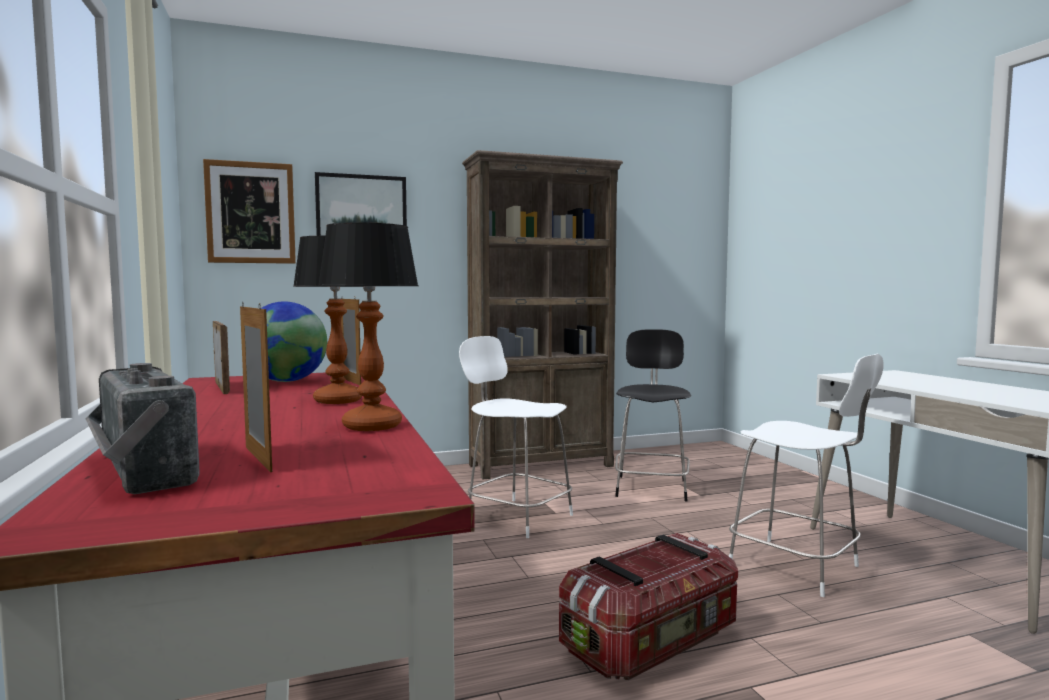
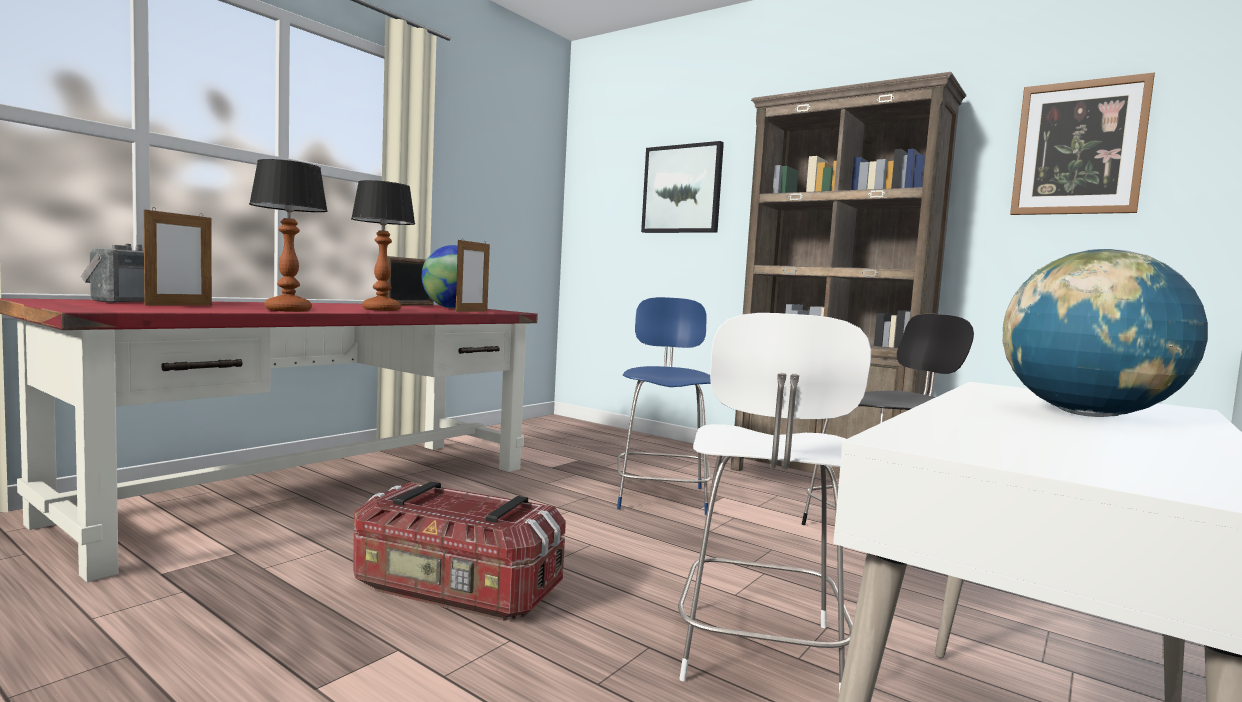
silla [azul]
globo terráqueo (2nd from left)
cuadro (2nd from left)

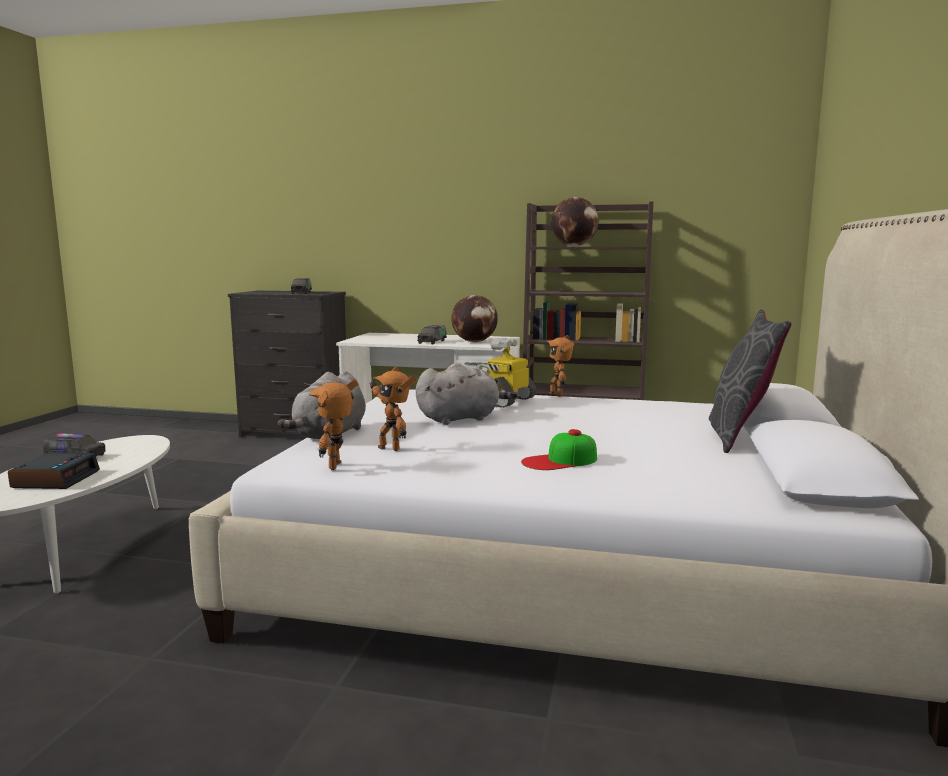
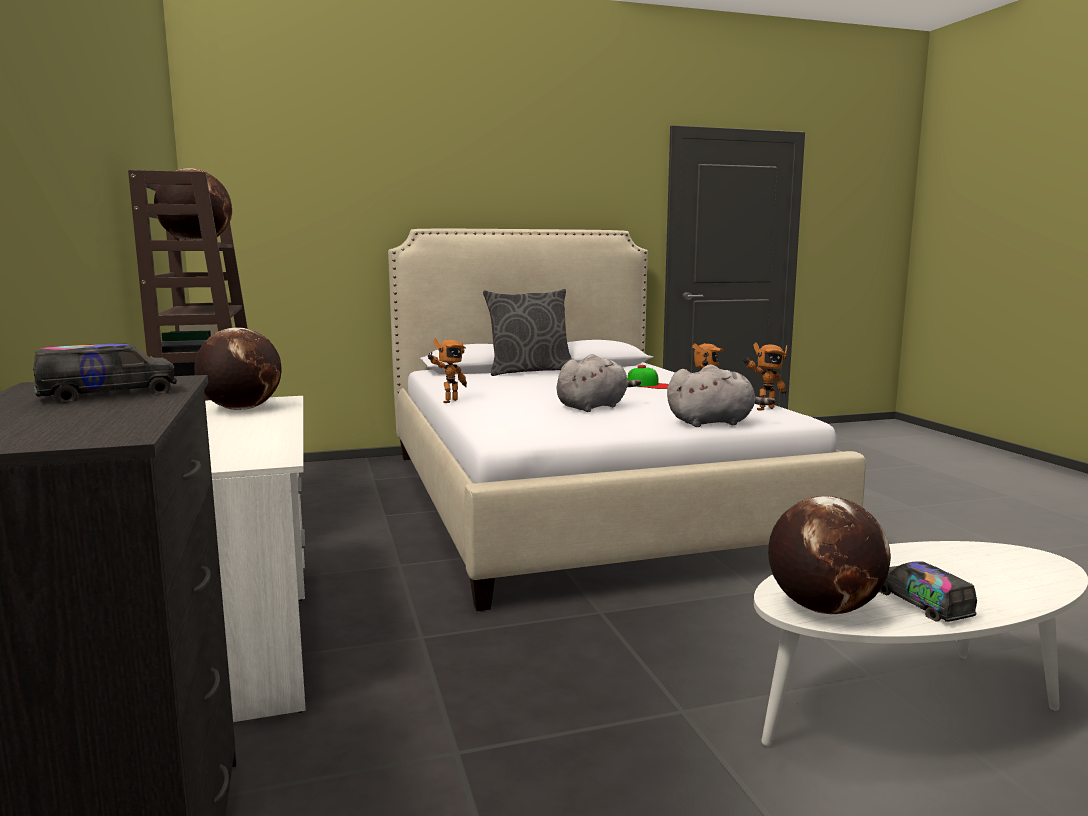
peluche [gris] (1st from left)
globo terráqueo (3rd from left)
despertador
camión de juguete (3rd from left in the first image)
robot de juguete (3rd from left in the first image)

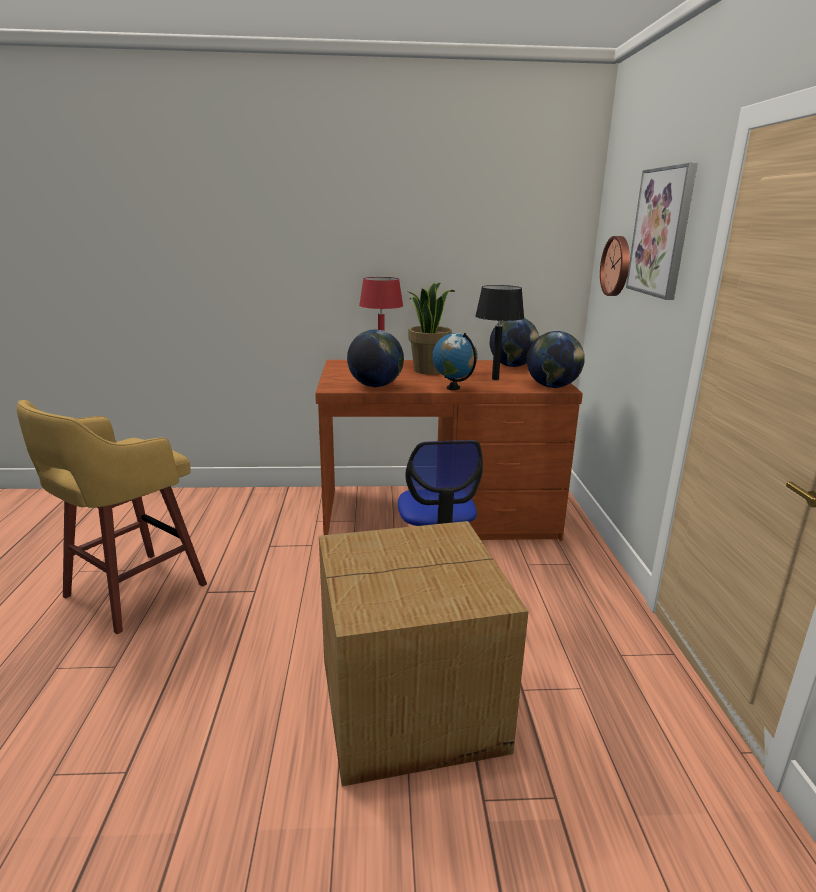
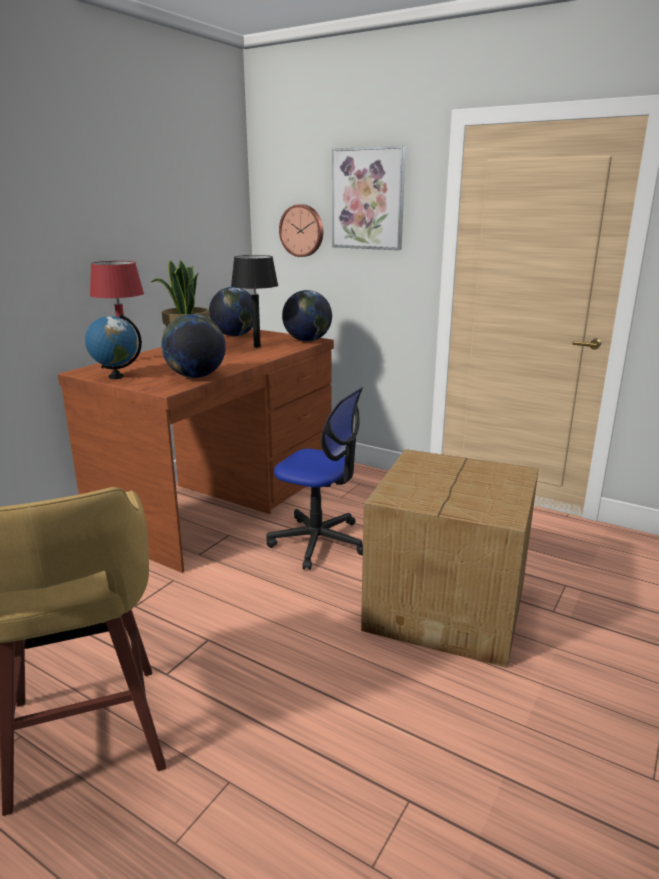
globo terráqueo (1st from left)

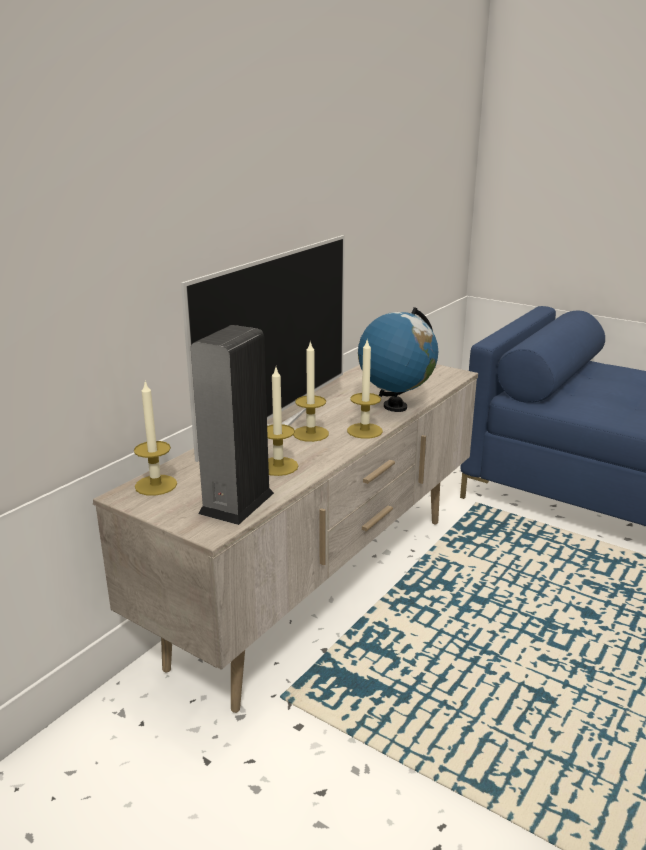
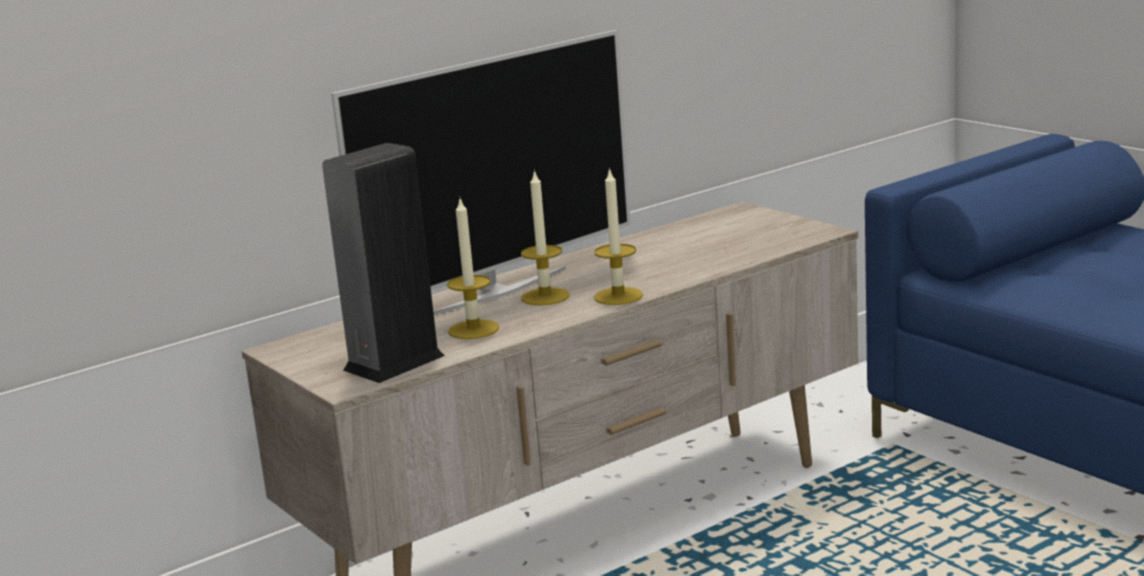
vela (1st from left in the first image)
globo terráqueo

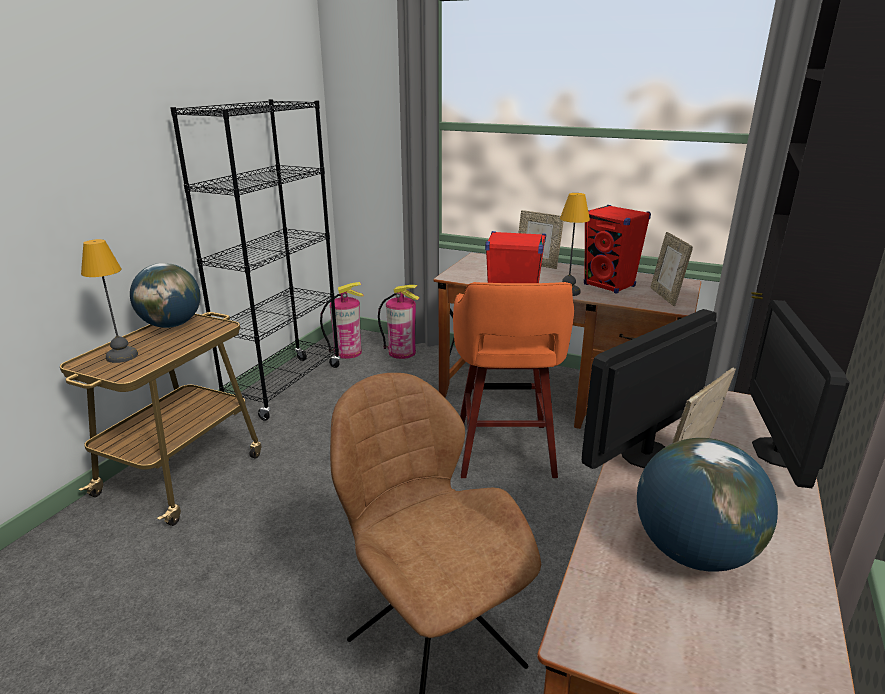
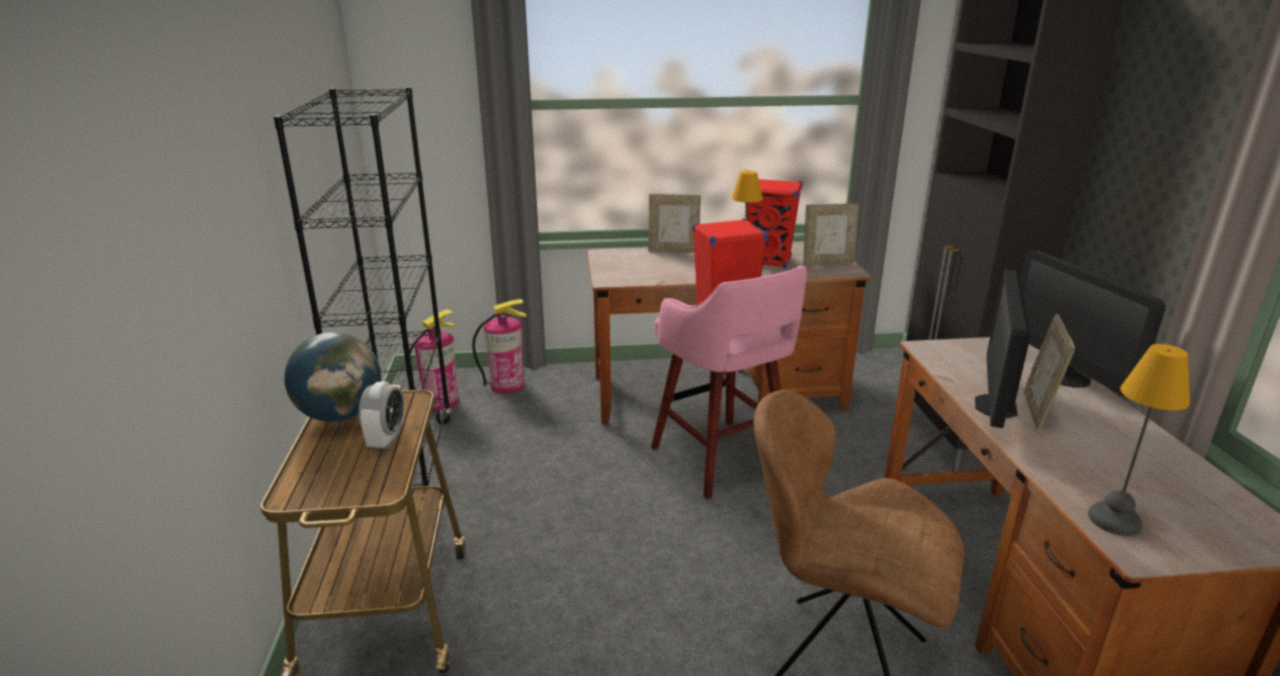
despertador
taburete [rosa]
portarretratos (2nd from left)
lámpara de mesa (2nd from left)
globo terráqueo (2nd from left in the first image)

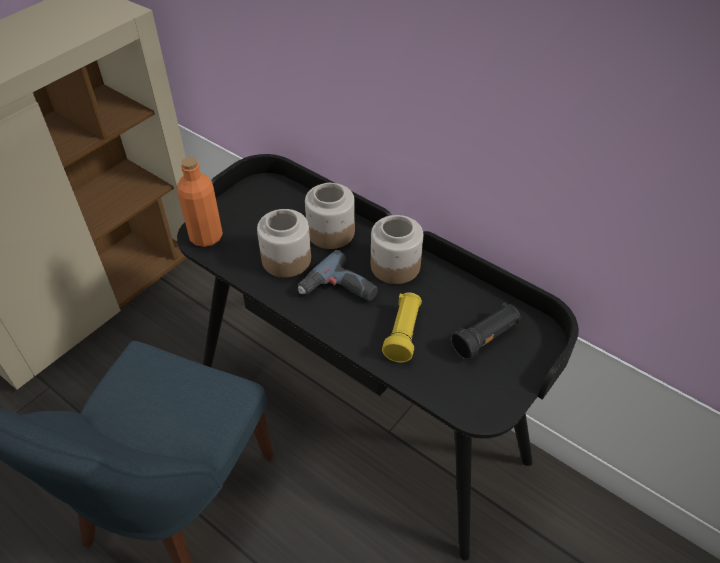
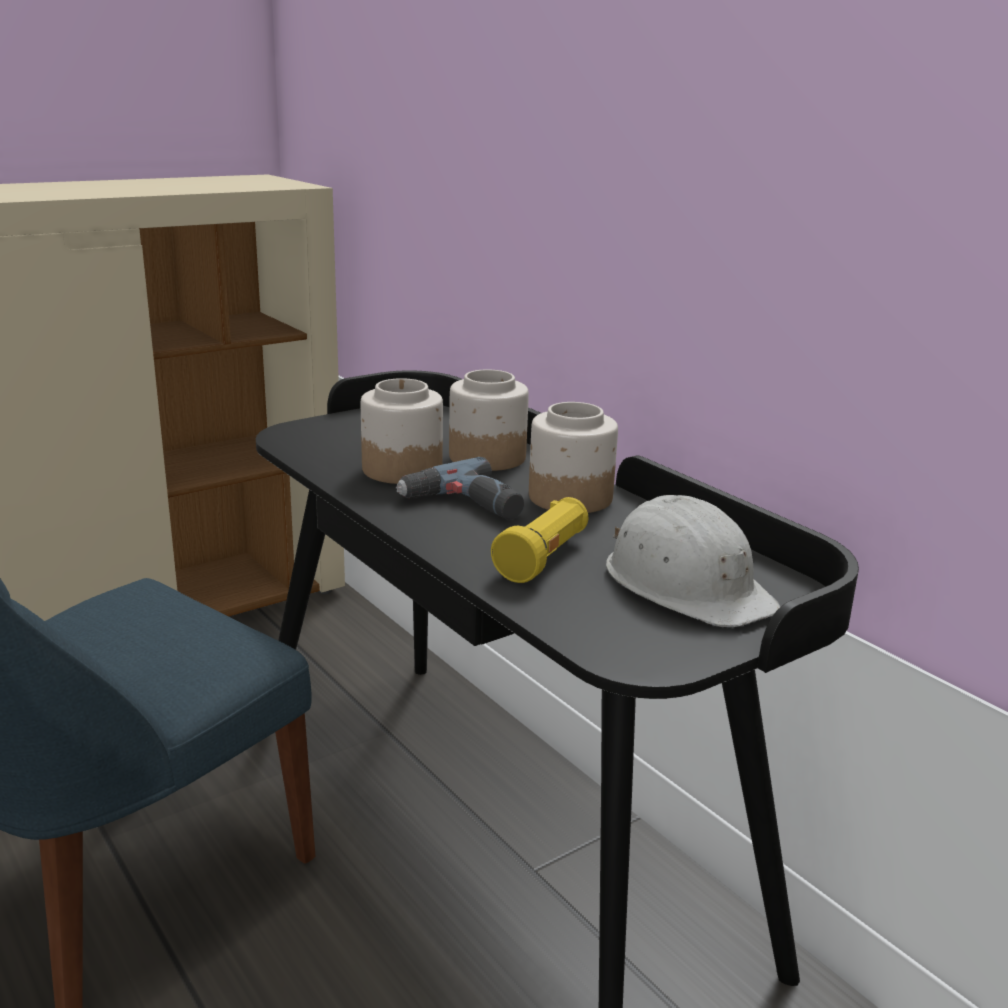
casco [blanco]
botella [naranja]

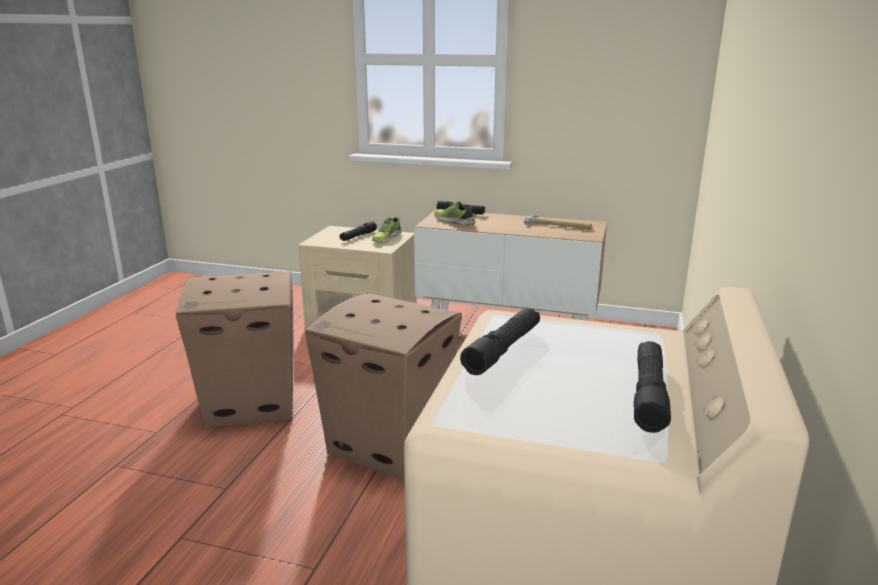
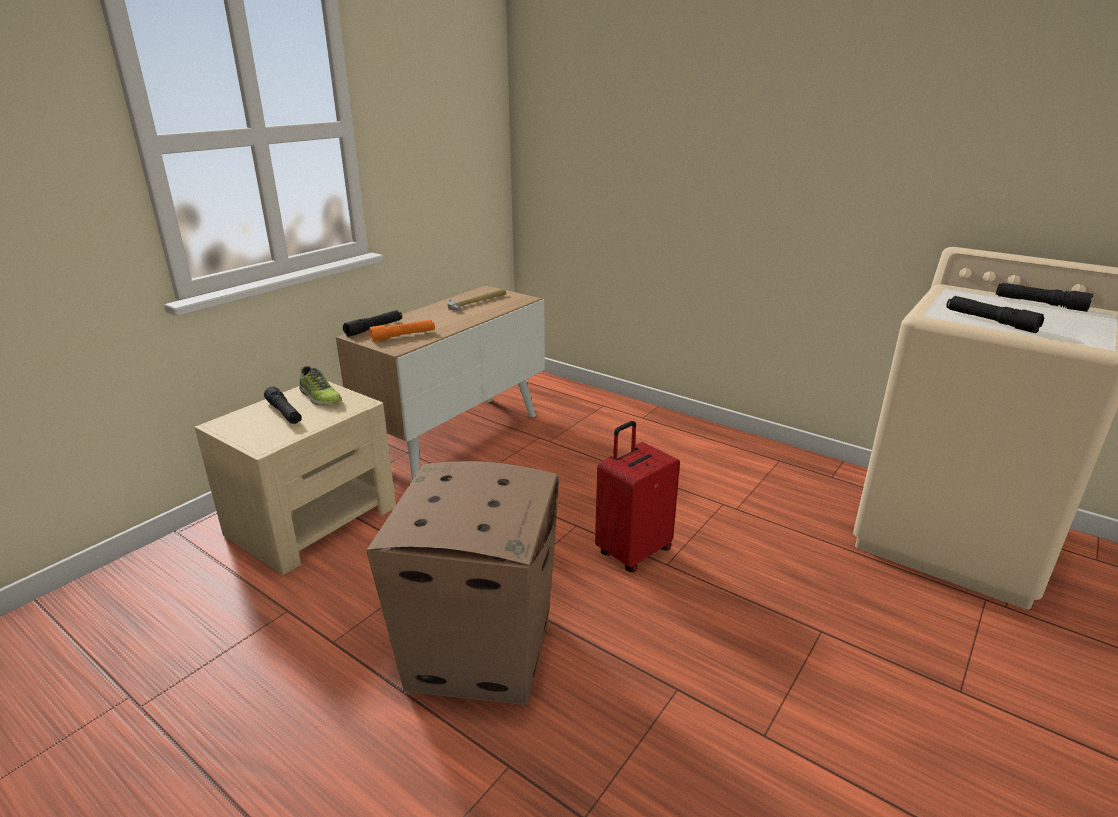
linterna [naranja]
maleta [rojo]

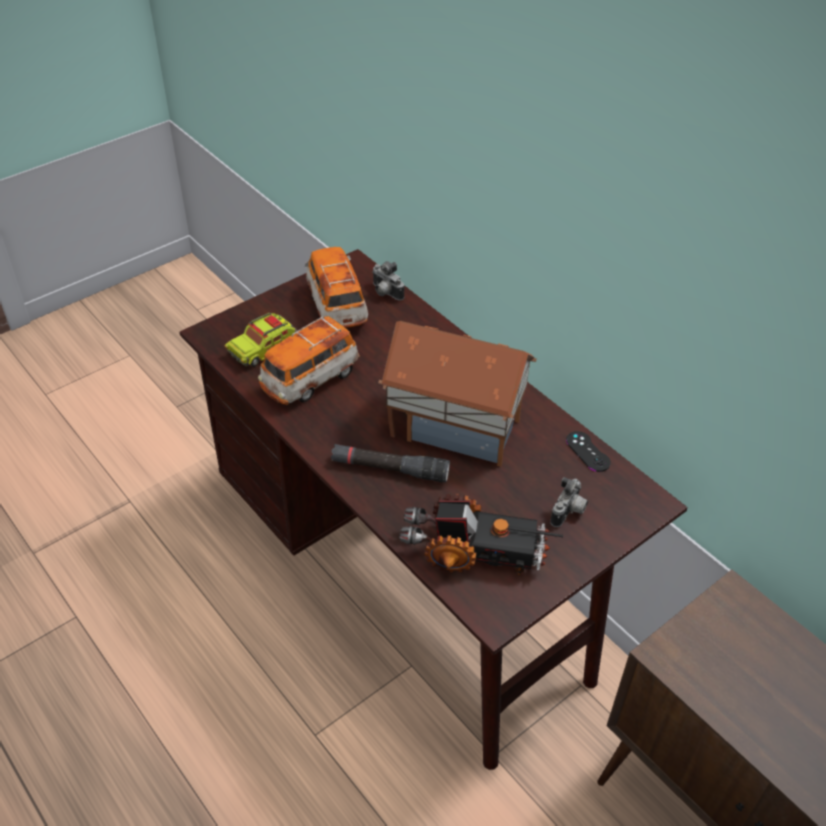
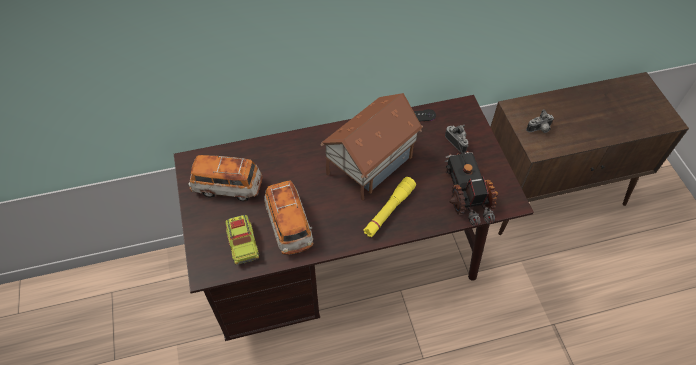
linterna [amarillo]
camión de juguete (2nd from left)
cámara (2nd from left)

